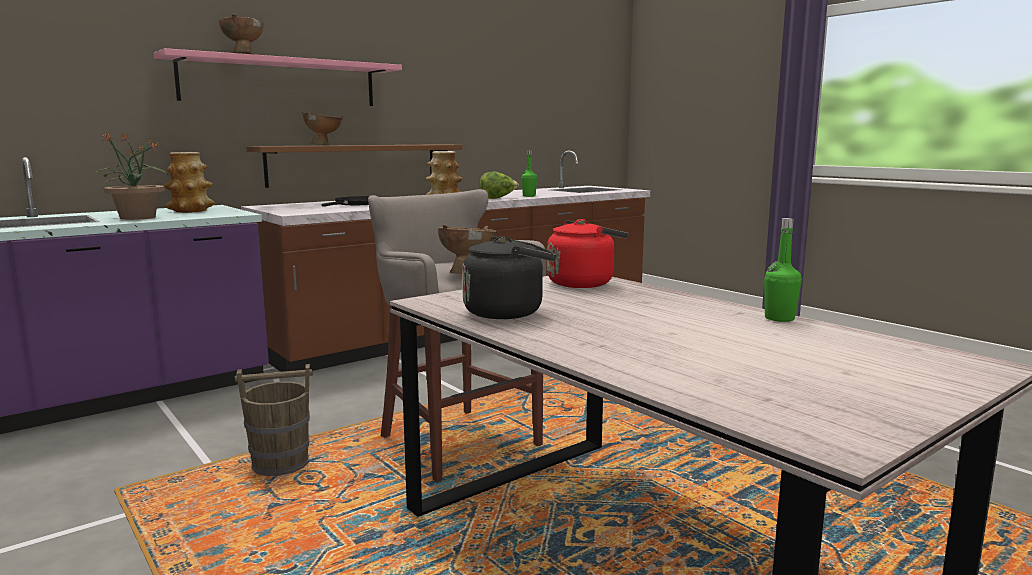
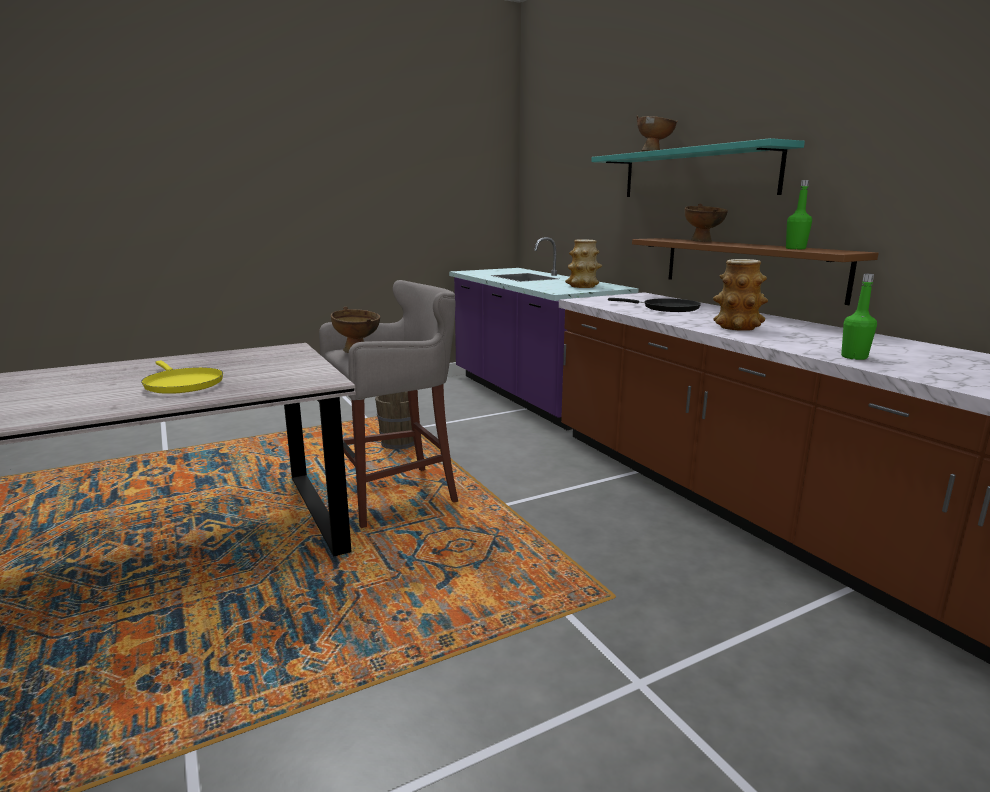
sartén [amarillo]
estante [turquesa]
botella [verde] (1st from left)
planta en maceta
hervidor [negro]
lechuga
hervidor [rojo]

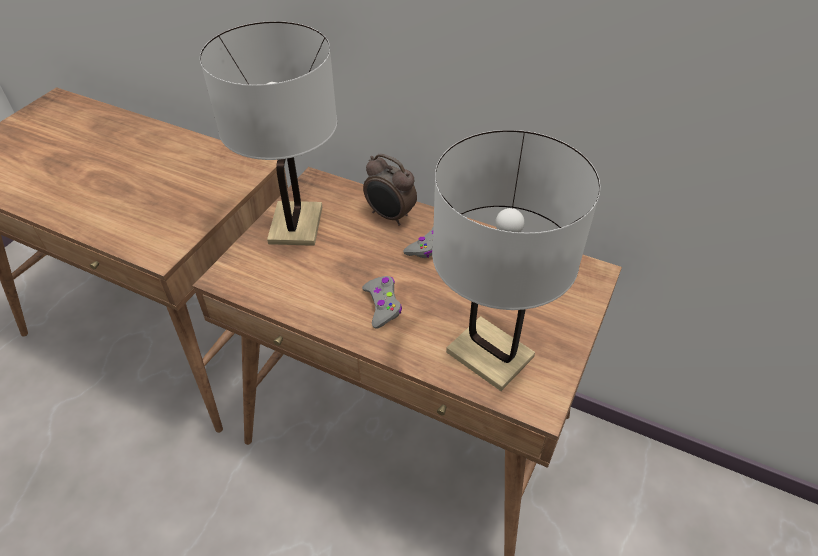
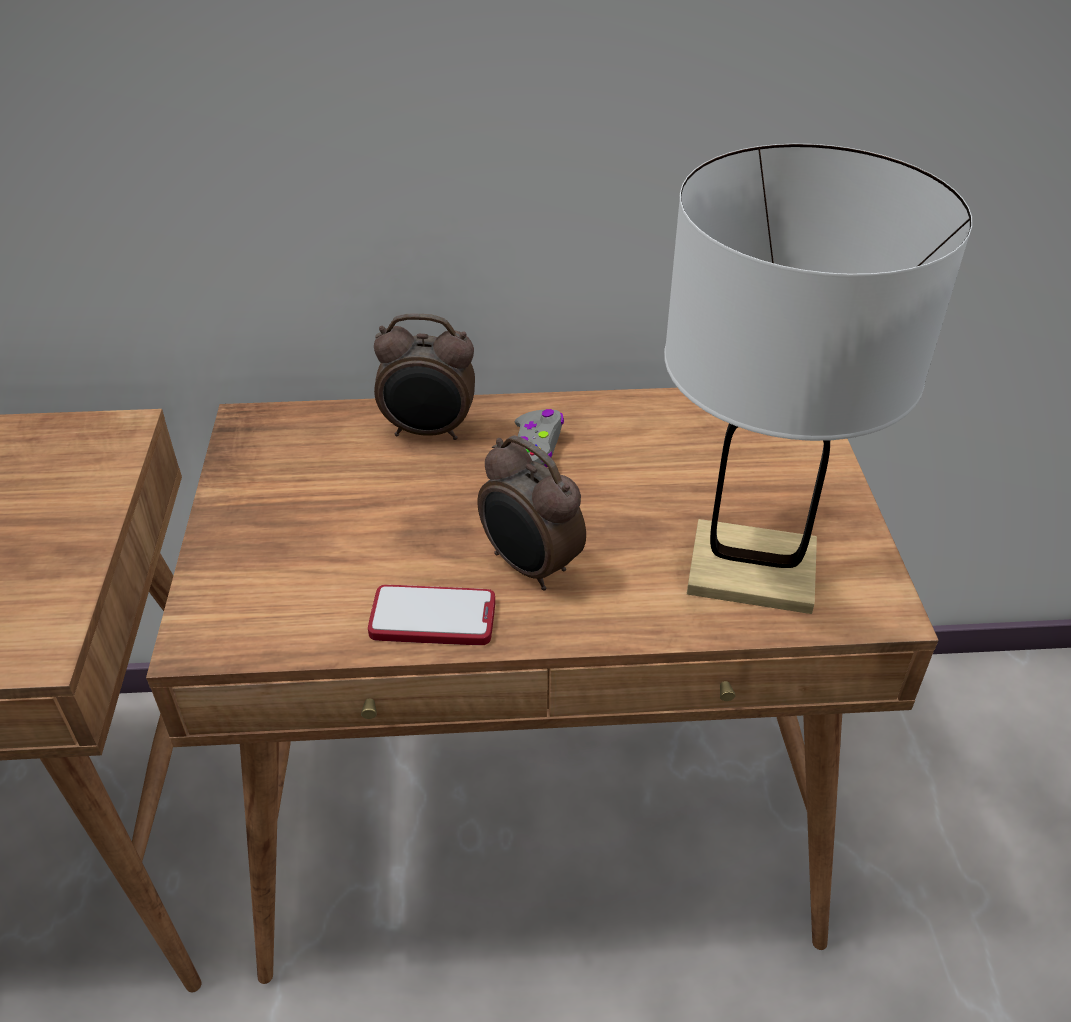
móvil
despertador (2nd from left)
lámpara de mesa [blanco] (1st from left in the first image)

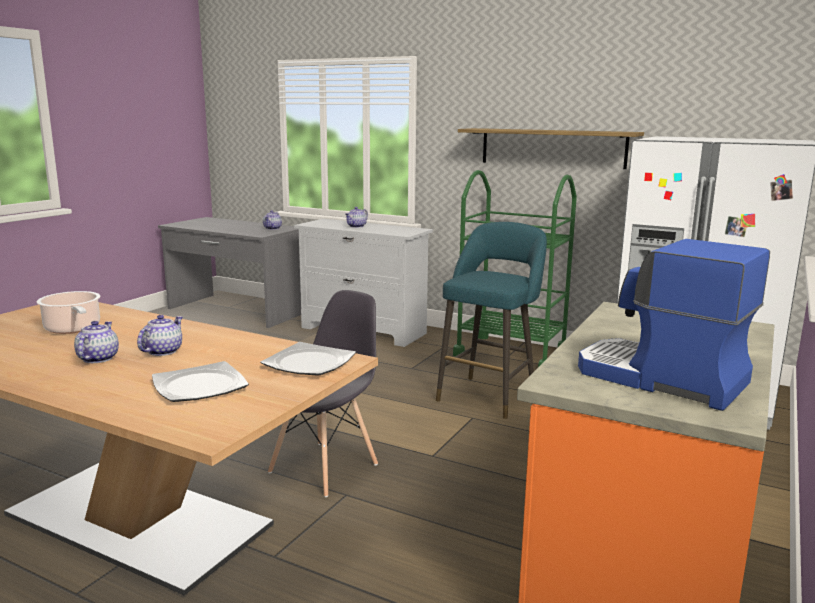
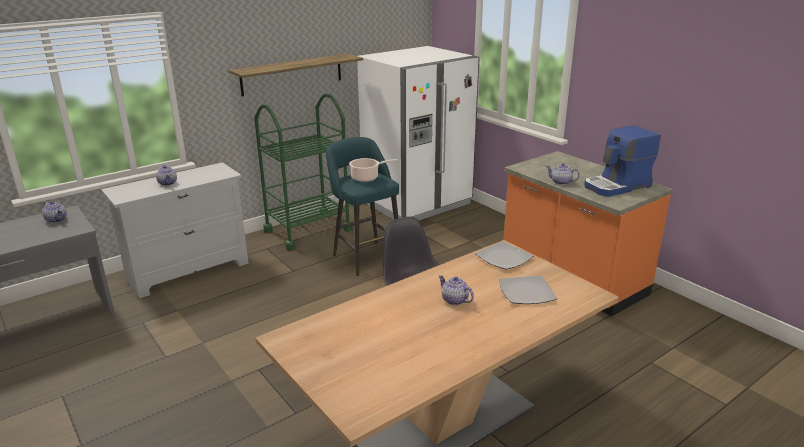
olla
tetera (4th from left)

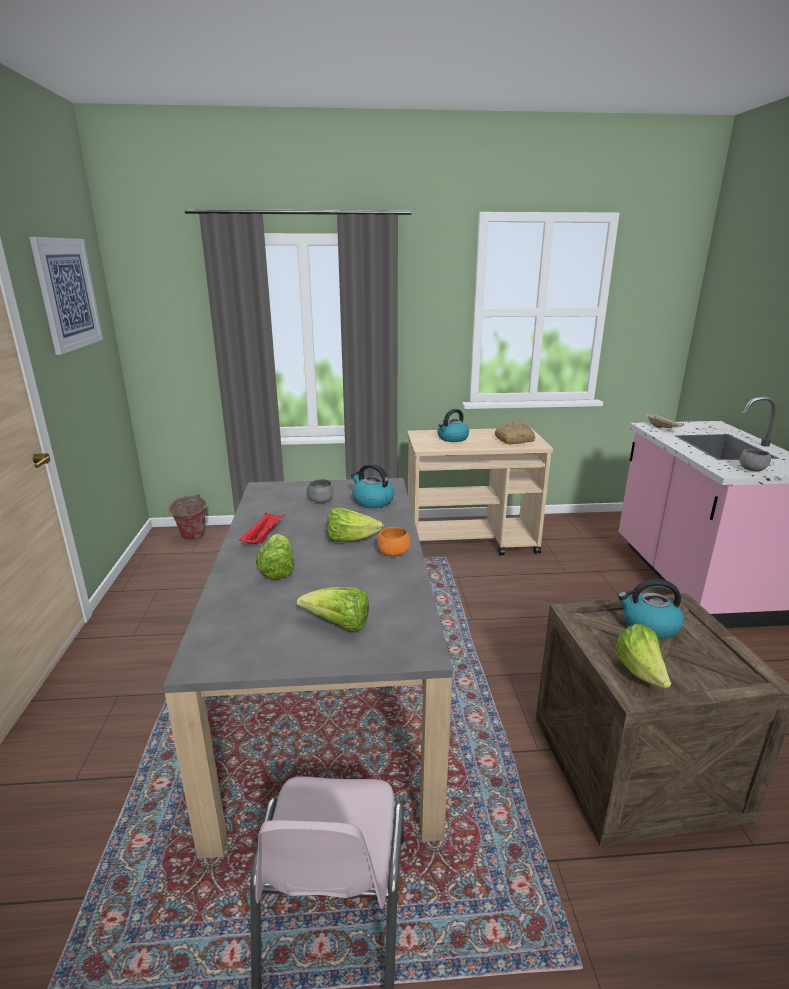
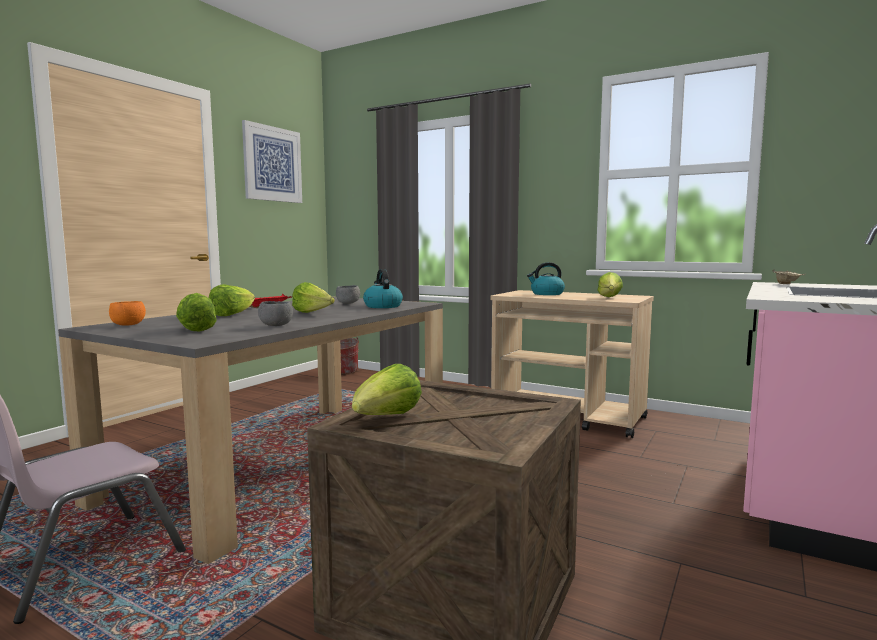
cuenco [naranja]
cuenco [gris] (1st from left)
lechuga (5th from left)
hervidor (3rd from left in the first image)

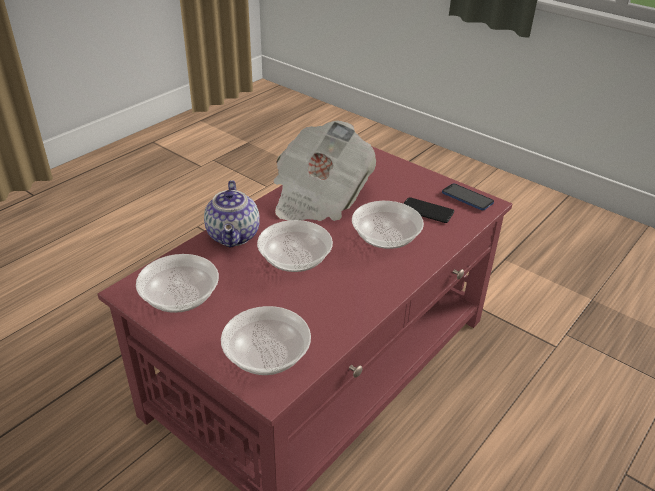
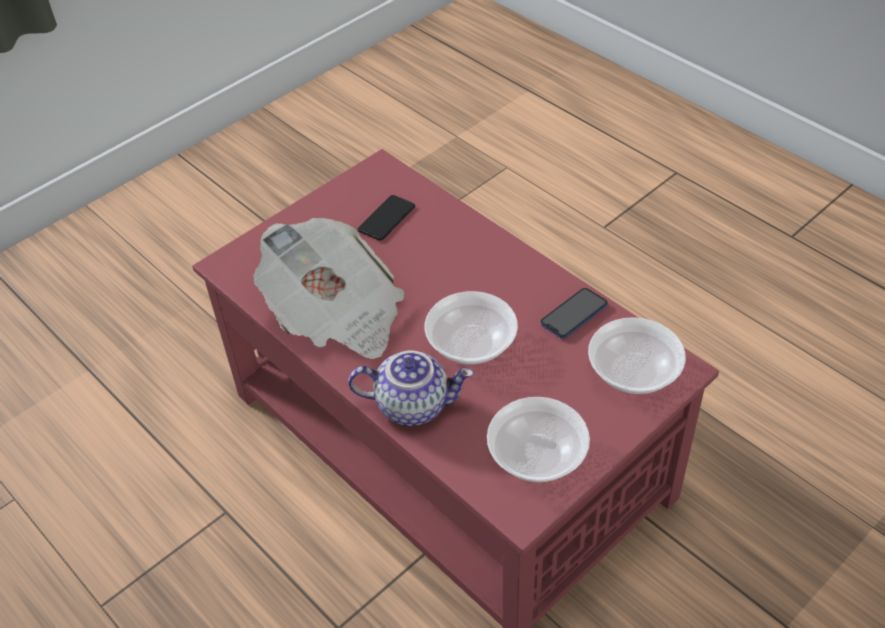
móvil (2nd from left)
cuenco (4th from left in the first image)

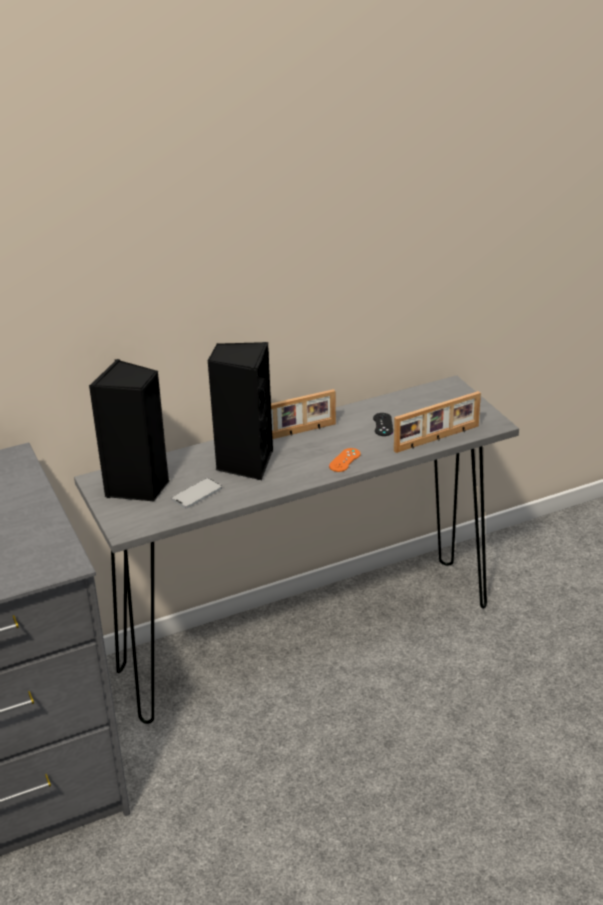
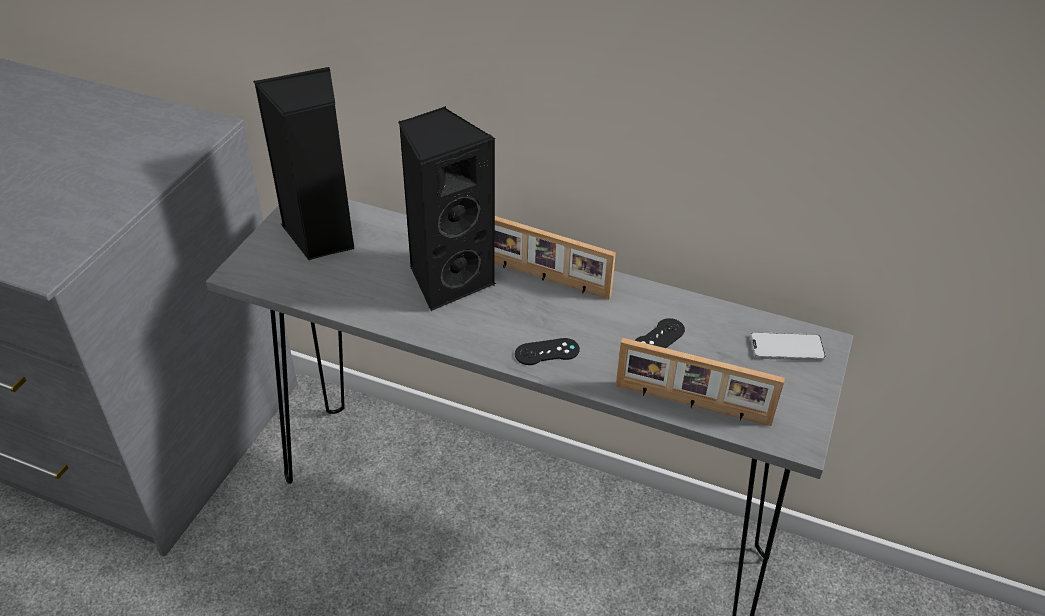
mando de consola [negro] (1st from left)
móvil

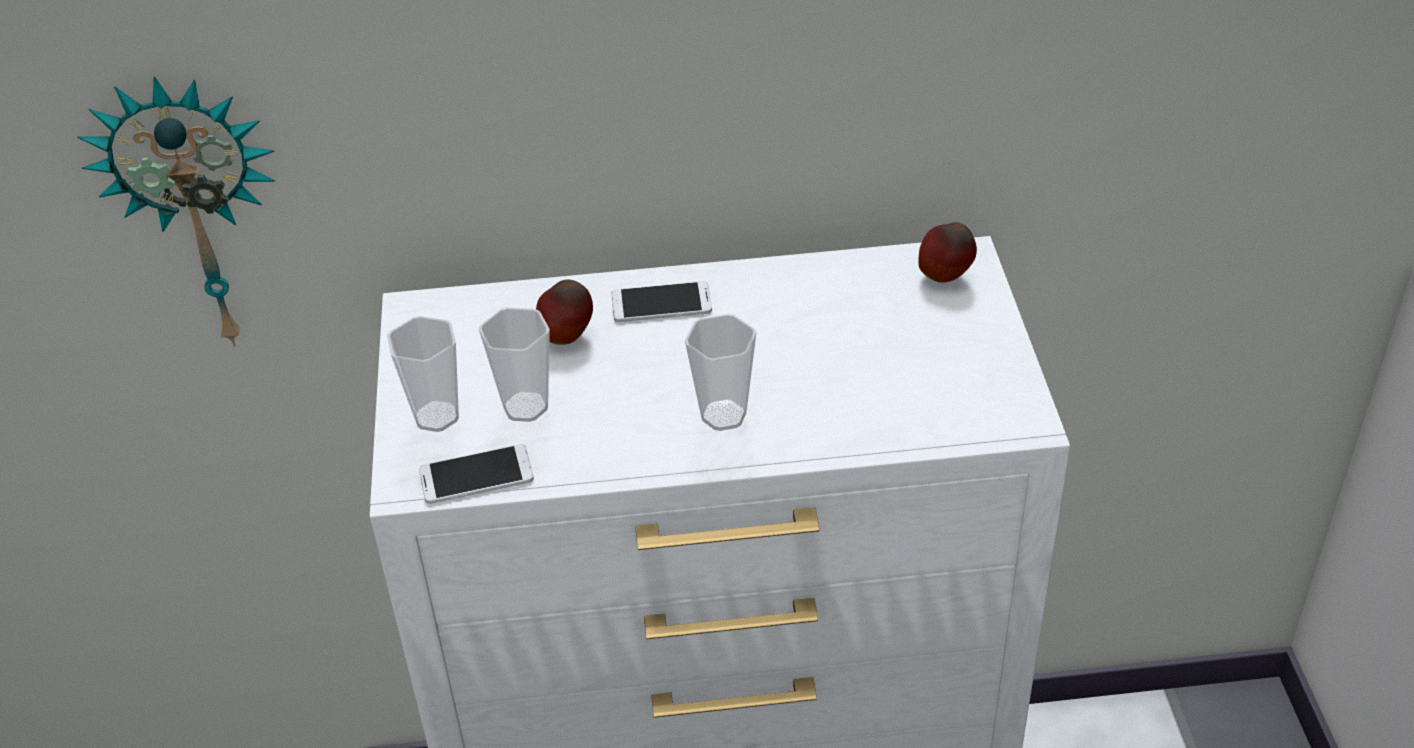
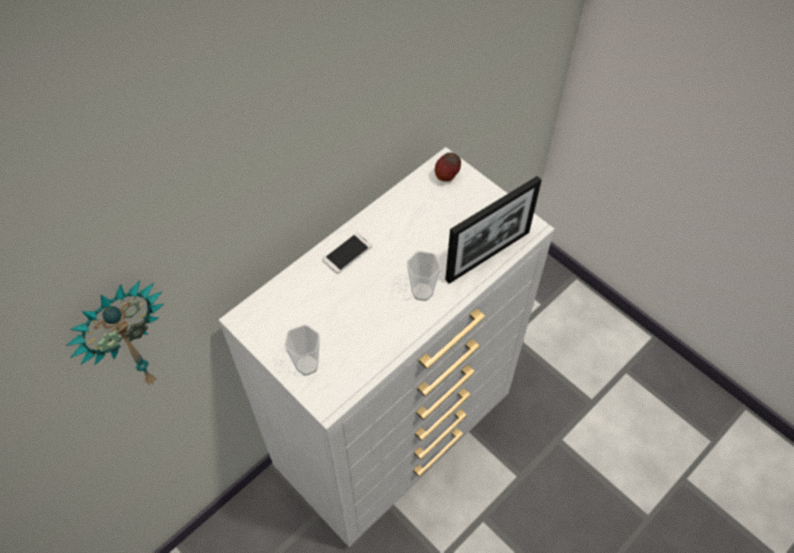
portarretratos
móvil (1st from left in the first image)
taza (2nd from left in the first image)
manzana (1st from left in the first image)

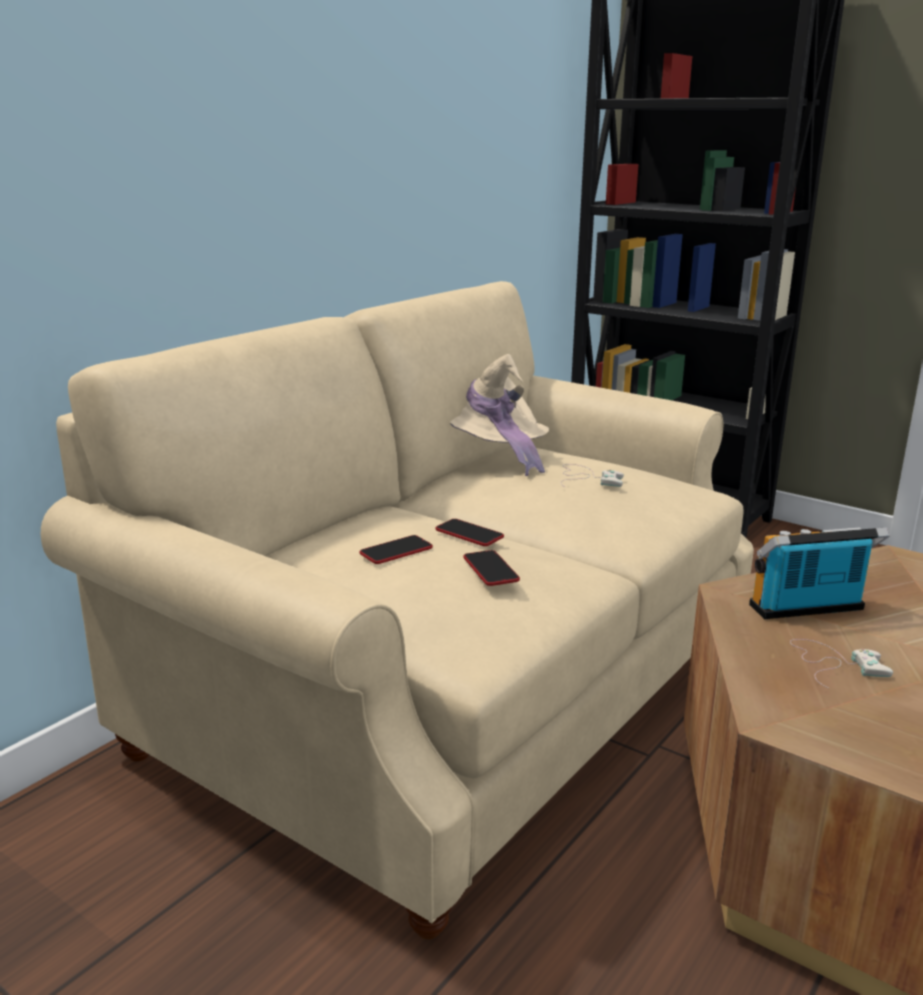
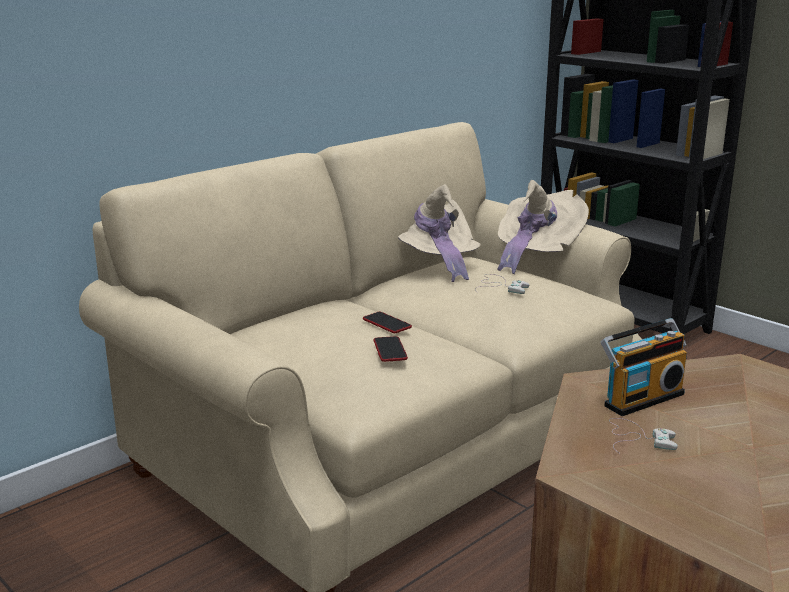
sombrero [beis] (2nd from left)
radio
móvil (1st from left in the first image)

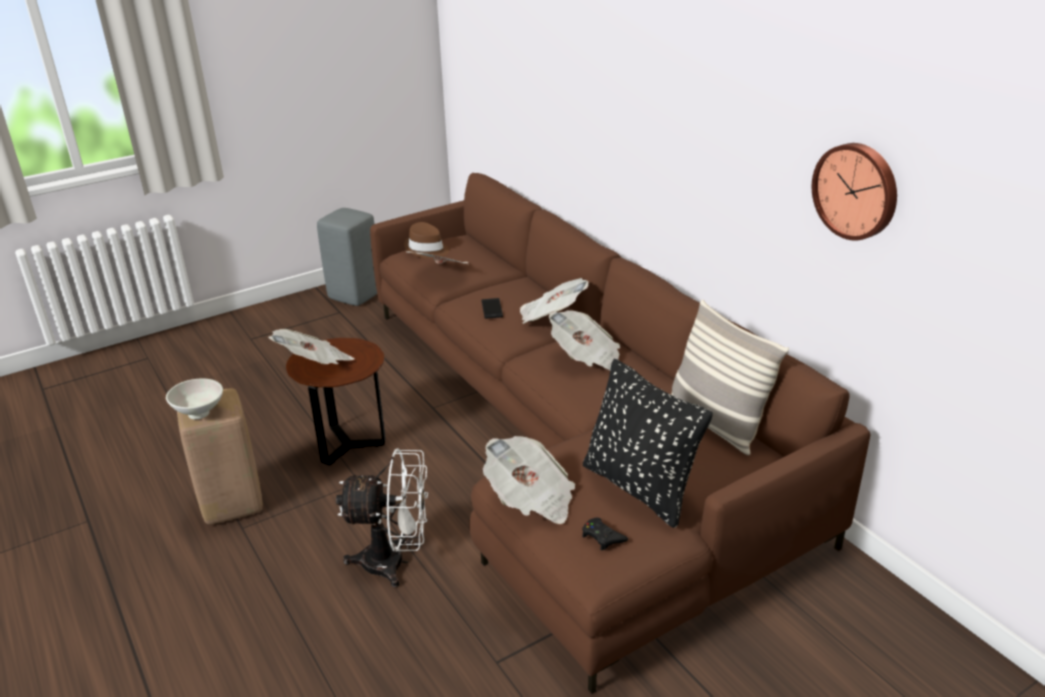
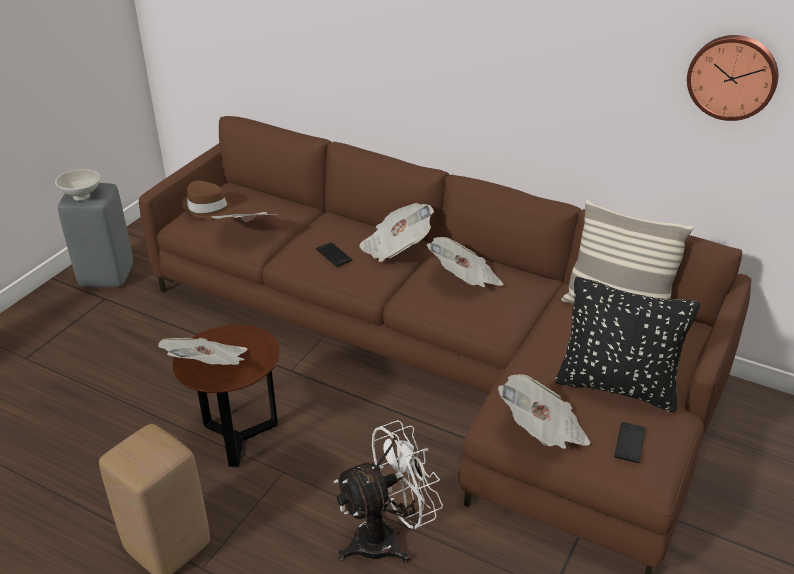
cuenco [blanco]
móvil (2nd from left)

